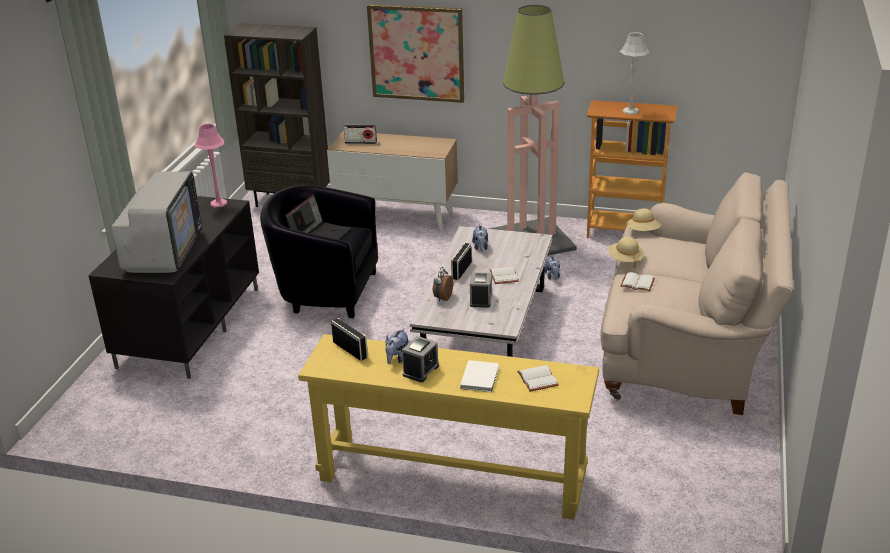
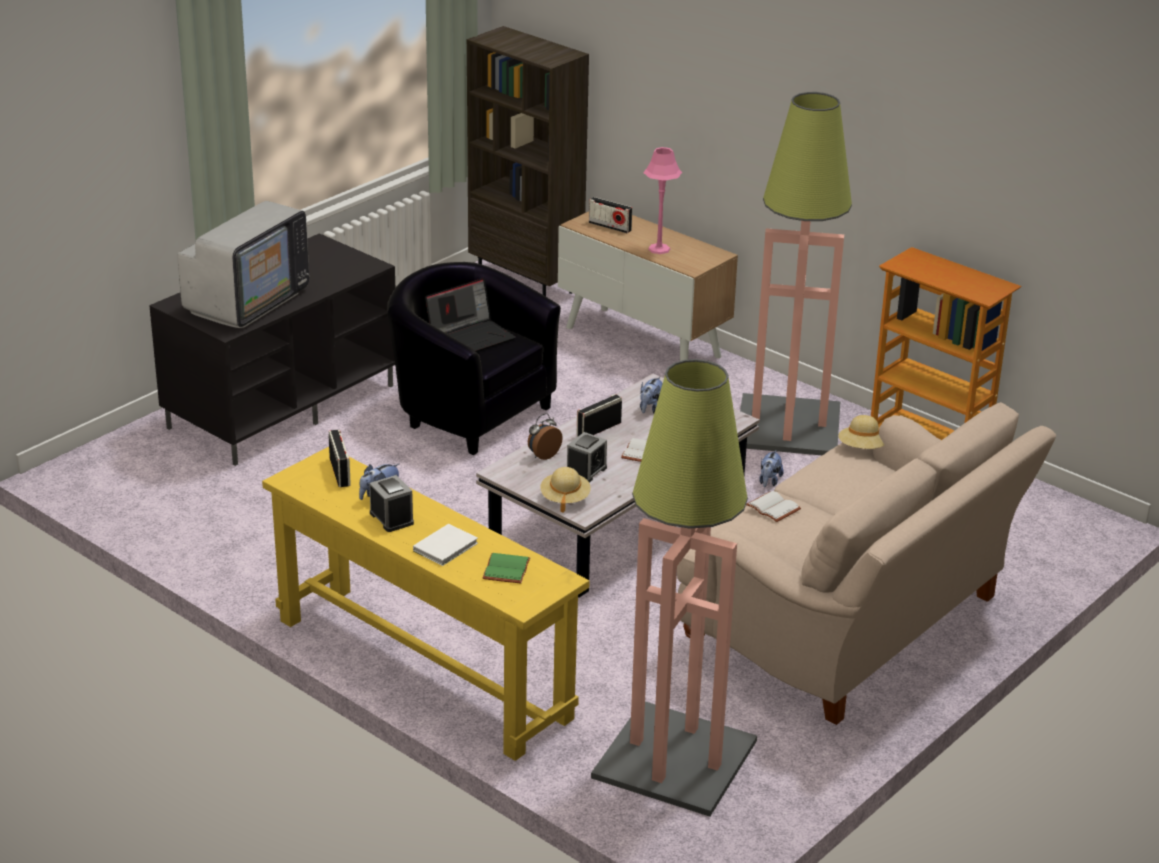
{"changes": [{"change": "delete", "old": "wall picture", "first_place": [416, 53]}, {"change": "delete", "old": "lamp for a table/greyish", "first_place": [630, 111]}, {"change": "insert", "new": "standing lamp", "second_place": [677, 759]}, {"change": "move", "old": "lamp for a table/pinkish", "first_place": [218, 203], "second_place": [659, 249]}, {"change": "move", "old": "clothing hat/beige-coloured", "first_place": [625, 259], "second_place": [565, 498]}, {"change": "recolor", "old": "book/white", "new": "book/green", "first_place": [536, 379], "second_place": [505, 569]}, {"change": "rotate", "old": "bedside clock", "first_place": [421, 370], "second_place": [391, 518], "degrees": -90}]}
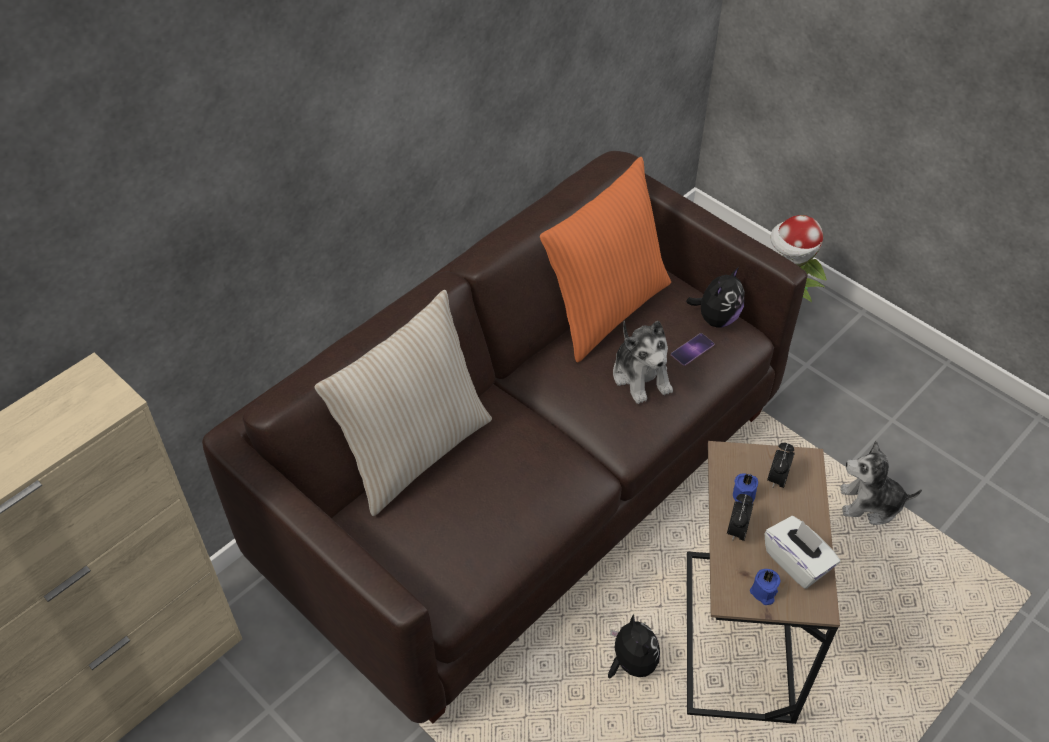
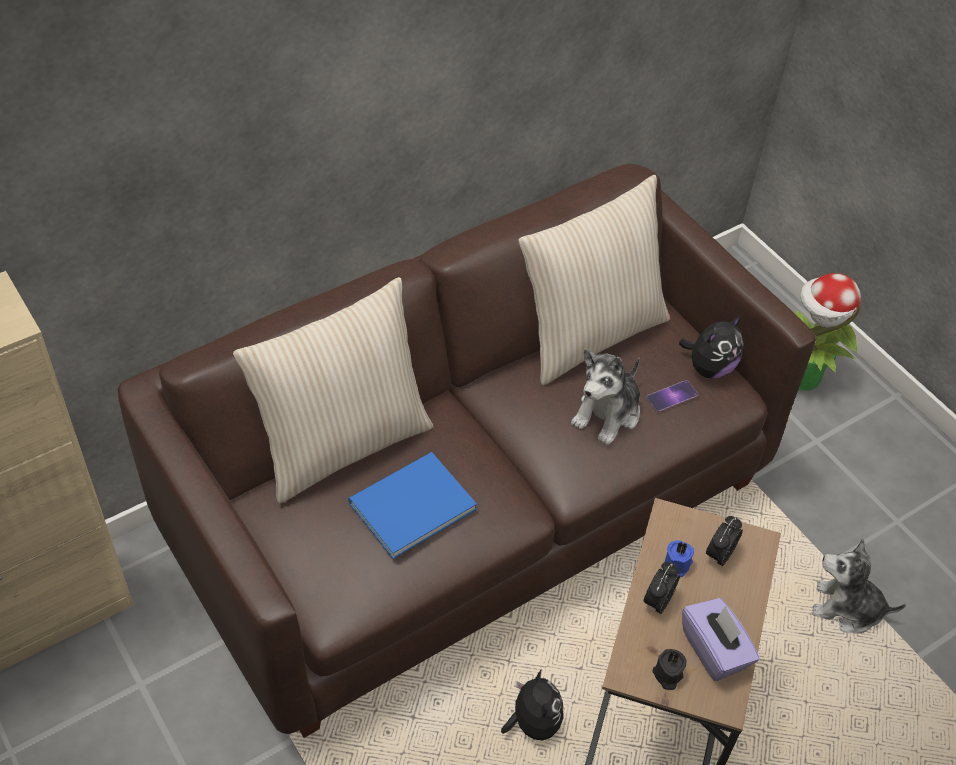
{"changes": [{"change": "insert", "new": "book/blue-coloured", "second_place": [408, 505]}, {"change": "recolor", "old": "cushion/orange", "new": "cushion/beige-coloured", "first_place": [605, 309], "second_place": [589, 334]}, {"change": "recolor", "old": "wax light/blue-coloured", "new": "wax light/black", "first_place": [763, 593], "second_place": [667, 675]}, {"change": "recolor", "old": "tissue holder/white", "new": "tissue holder/purplish", "first_place": [797, 562], "second_place": [715, 650]}, {"change": "rotate", "old": "plush toy", "first_place": [641, 376], "second_place": [607, 414], "degrees": 45}]}
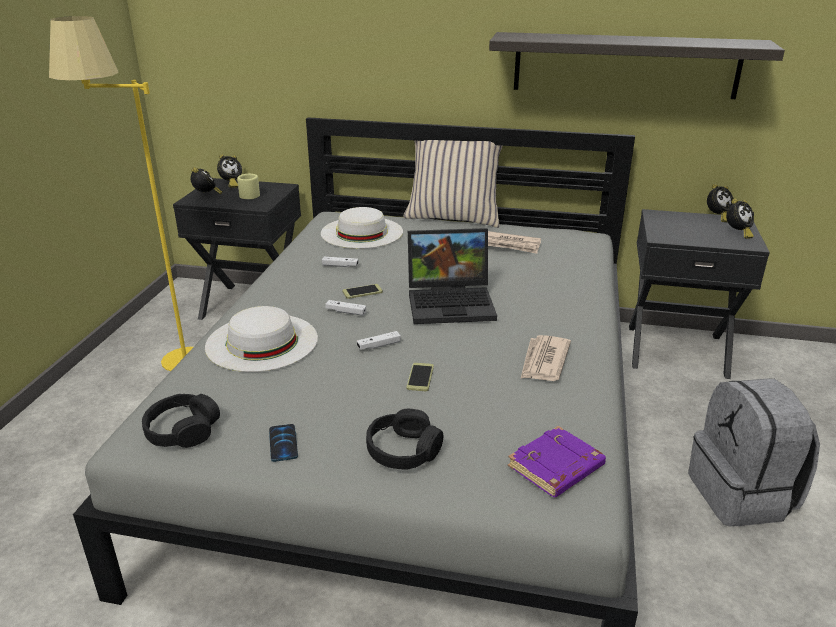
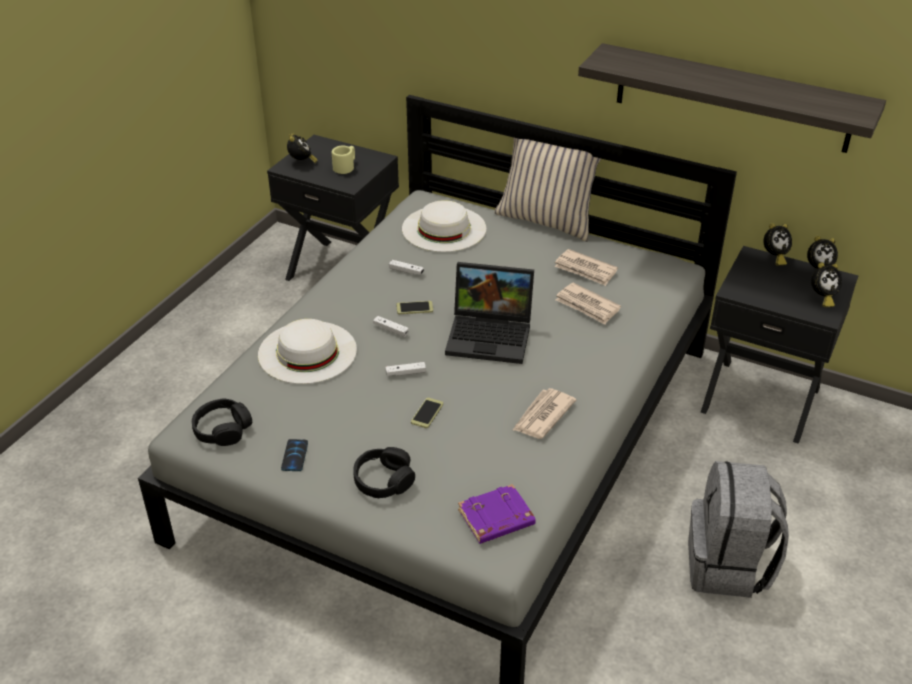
{"changes": [{"change": "delete", "old": "standing lamp/yellow-coloured", "first_place": [167, 368]}, {"change": "insert", "new": "newspaper", "second_place": [587, 306]}, {"change": "move", "old": "bedside clock", "first_place": [231, 184], "second_place": [774, 257]}]}
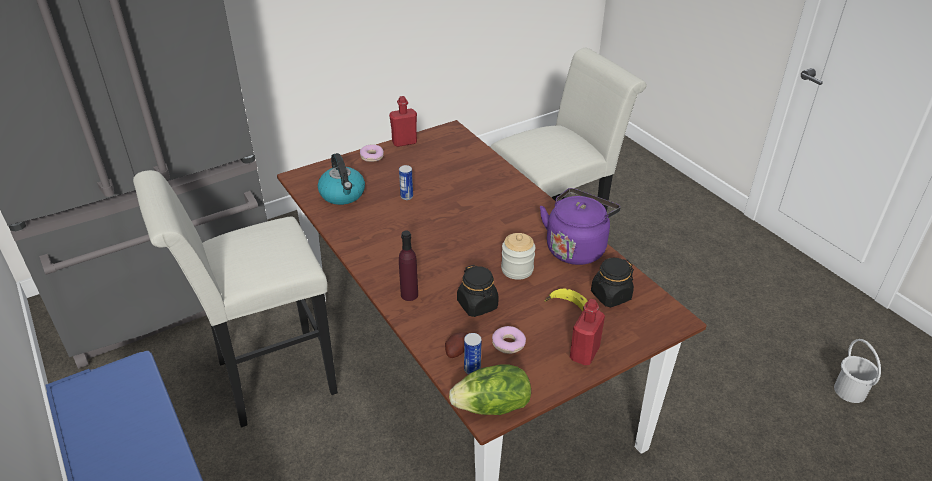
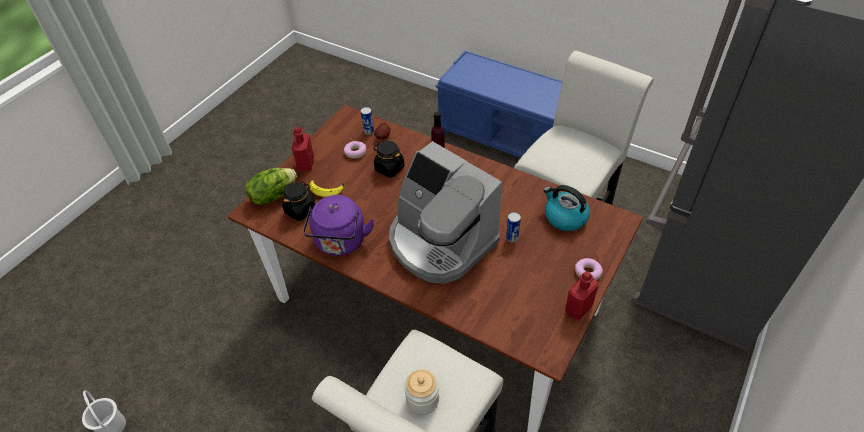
{"changes": [{"change": "insert", "new": "coffee machine", "second_place": [440, 242]}, {"change": "move", "old": "lettuce", "first_place": [492, 407], "second_place": [273, 195]}, {"change": "move", "old": "jar", "first_place": [517, 269], "second_place": [422, 400]}]}
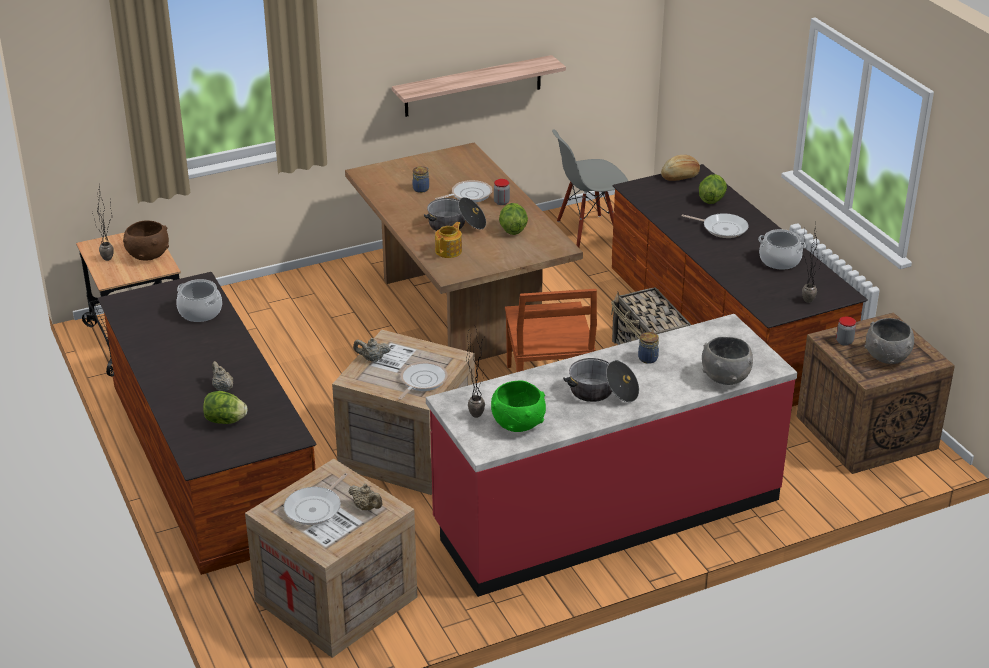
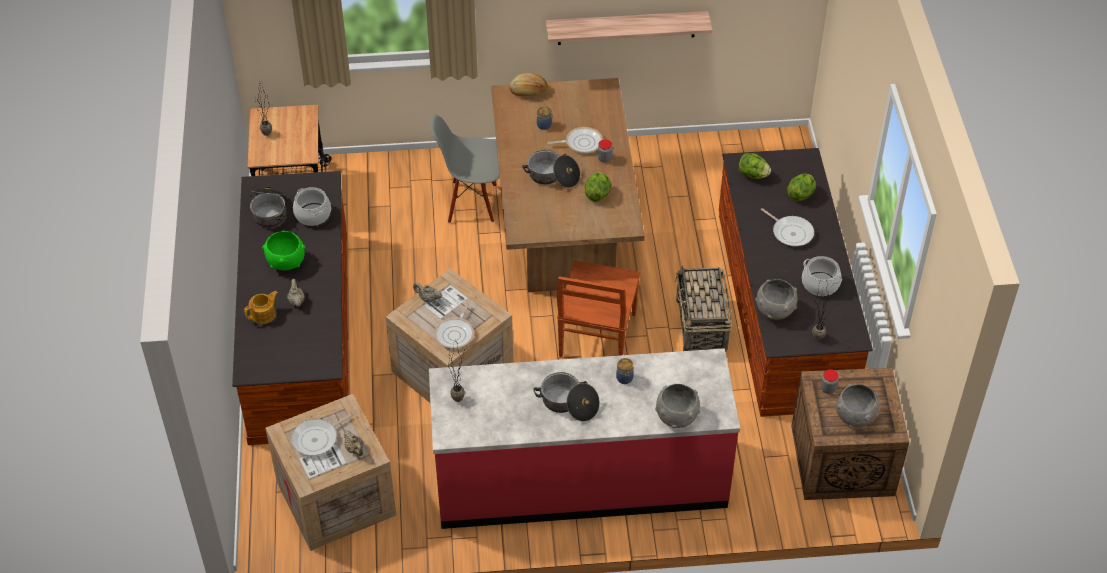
{"changes": [{"change": "delete", "old": "serving bowl/brown", "first_place": [148, 255]}, {"change": "insert", "new": "saucepot", "second_place": [269, 211]}, {"change": "insert", "new": "serving bowl/greyish", "second_place": [775, 310]}, {"change": "move", "old": "lettuce", "first_place": [225, 421], "second_place": [752, 175]}, {"change": "move", "old": "pot for tea", "first_place": [449, 251], "second_place": [264, 314]}, {"change": "move", "old": "serving bowl/green", "first_place": [518, 424], "second_place": [286, 262]}, {"change": "move", "old": "plain chair/greyish", "first_place": [587, 232], "second_place": [472, 203]}, {"change": "move", "old": "baked bread", "first_place": [680, 176], "second_place": [528, 91]}, {"change": "rotate", "old": "pan", "first_place": [421, 381], "second_place": [455, 333], "degrees": 150}]}
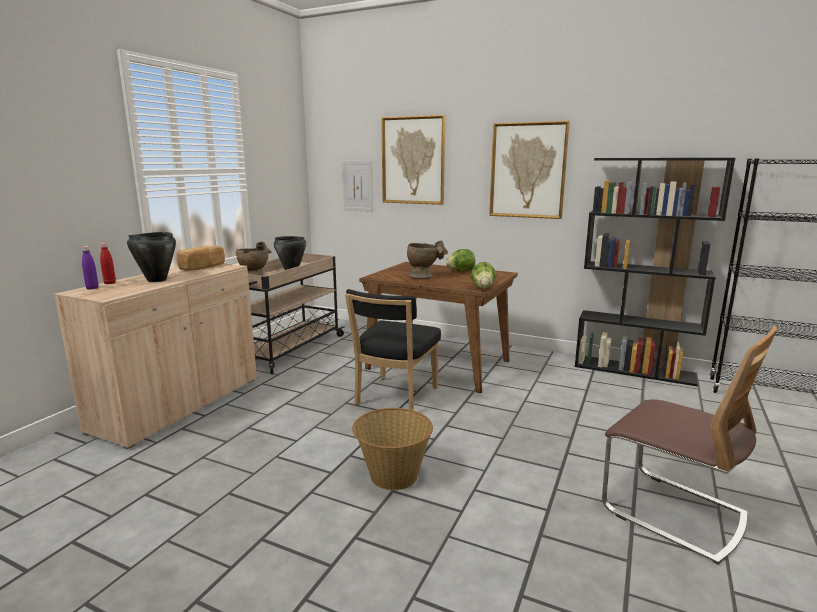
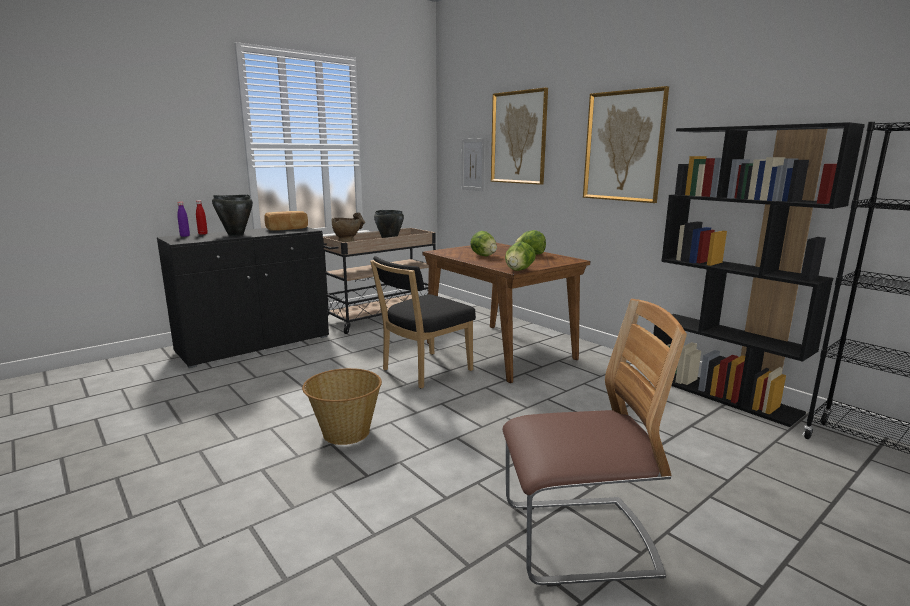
{"changes": [{"change": "replace", "old": "vase/beige-coloured", "new": "lettuce", "first_place": [425, 277], "second_place": [483, 256]}, {"change": "recolor", "old": "cabinet/beige-coloured", "new": "cabinet/black", "first_place": [179, 404], "second_place": [255, 344]}, {"change": "rotate", "old": "plain chair", "first_place": [673, 512], "second_place": [578, 540], "degrees": -75}]}
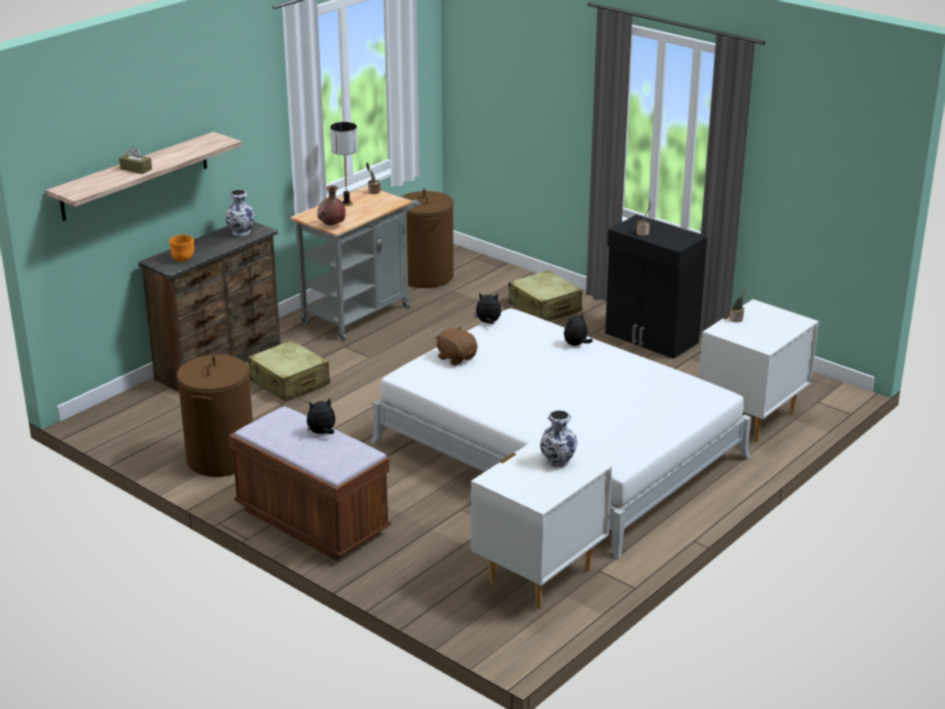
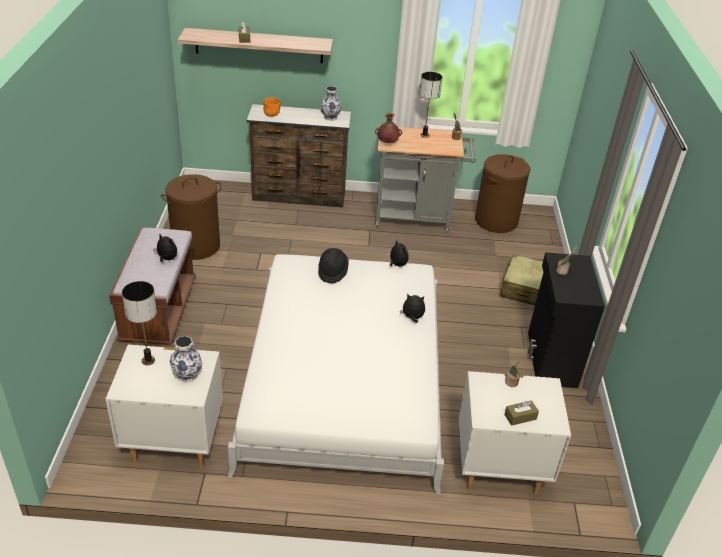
{"changes": [{"change": "delete", "old": "piece of luggage/beige-coloured", "first_place": [289, 382]}, {"change": "insert", "new": "lamp for a table", "second_place": [148, 361]}, {"change": "insert", "new": "tissue holder/brown", "second_place": [520, 417]}, {"change": "replace", "old": "plush toy/brown", "new": "clothing hat/black", "first_place": [456, 358], "second_place": [332, 272]}]}
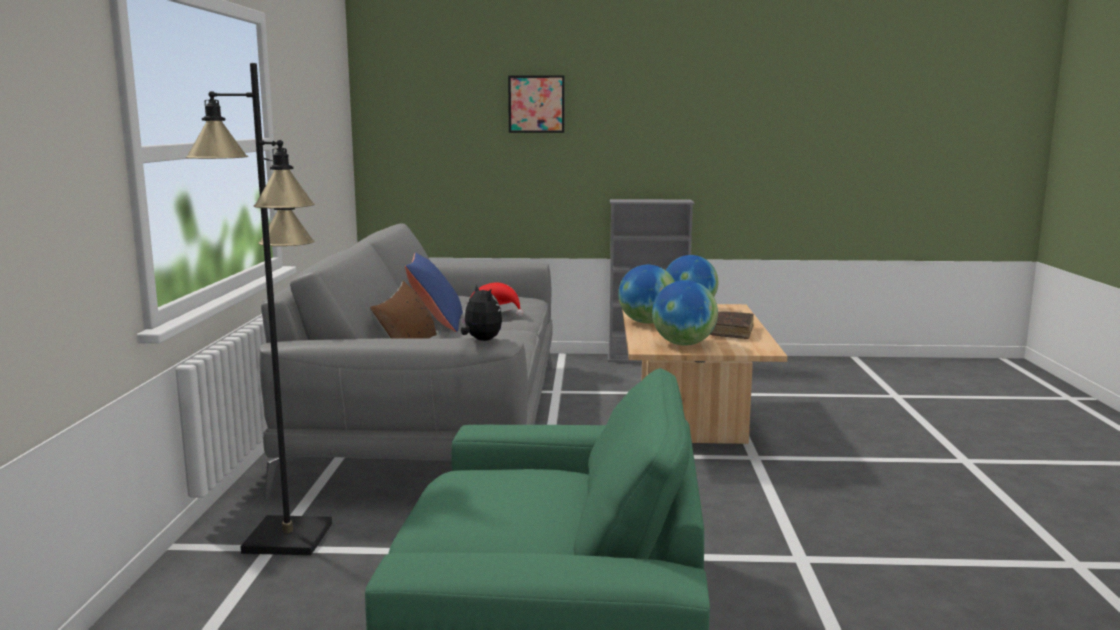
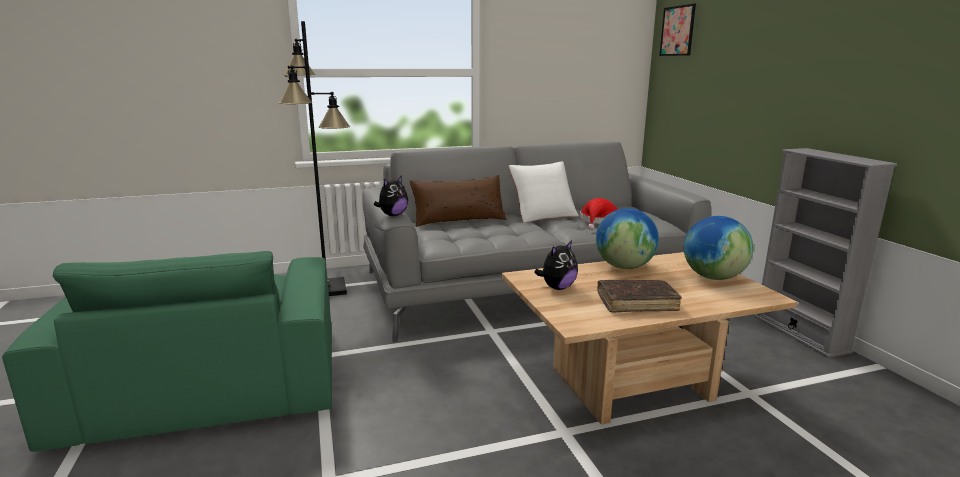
{"changes": [{"change": "move", "old": "wall picture", "first_place": [536, 104], "second_place": [677, 31]}, {"change": "replace", "old": "desk globe", "new": "plush toy", "first_place": [683, 344], "second_place": [557, 287]}, {"change": "recolor", "old": "cushion/blue-coloured", "new": "cushion/white", "first_place": [436, 323], "second_place": [542, 215]}]}
